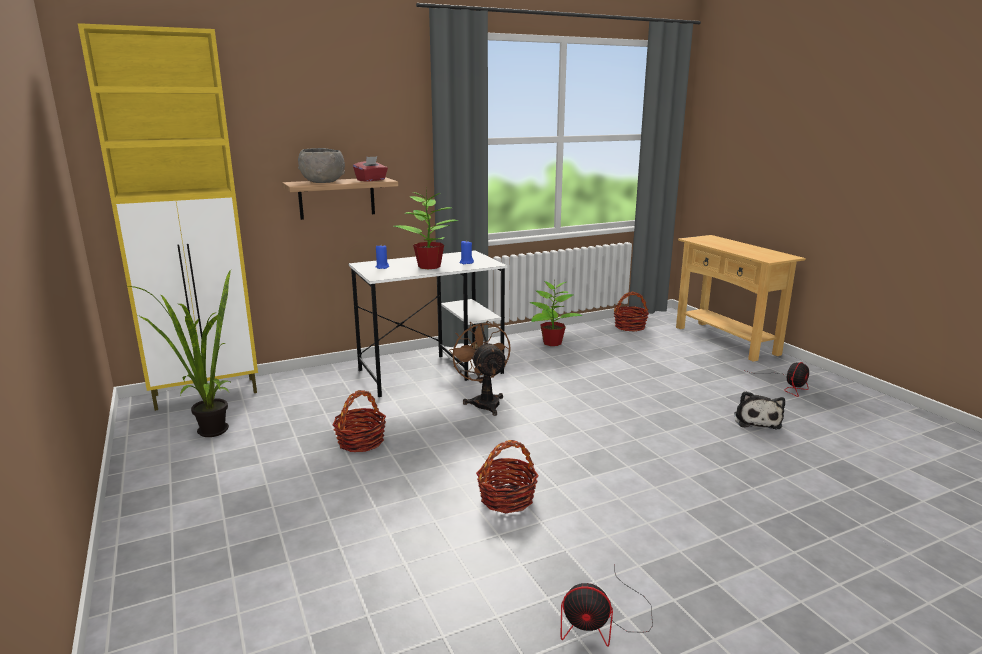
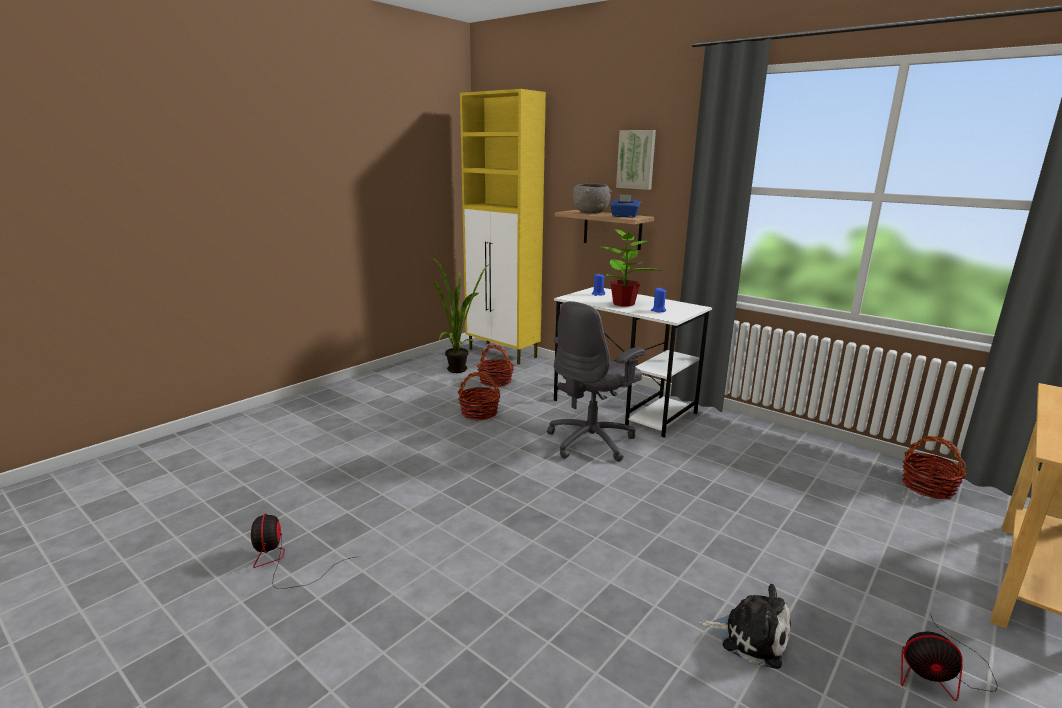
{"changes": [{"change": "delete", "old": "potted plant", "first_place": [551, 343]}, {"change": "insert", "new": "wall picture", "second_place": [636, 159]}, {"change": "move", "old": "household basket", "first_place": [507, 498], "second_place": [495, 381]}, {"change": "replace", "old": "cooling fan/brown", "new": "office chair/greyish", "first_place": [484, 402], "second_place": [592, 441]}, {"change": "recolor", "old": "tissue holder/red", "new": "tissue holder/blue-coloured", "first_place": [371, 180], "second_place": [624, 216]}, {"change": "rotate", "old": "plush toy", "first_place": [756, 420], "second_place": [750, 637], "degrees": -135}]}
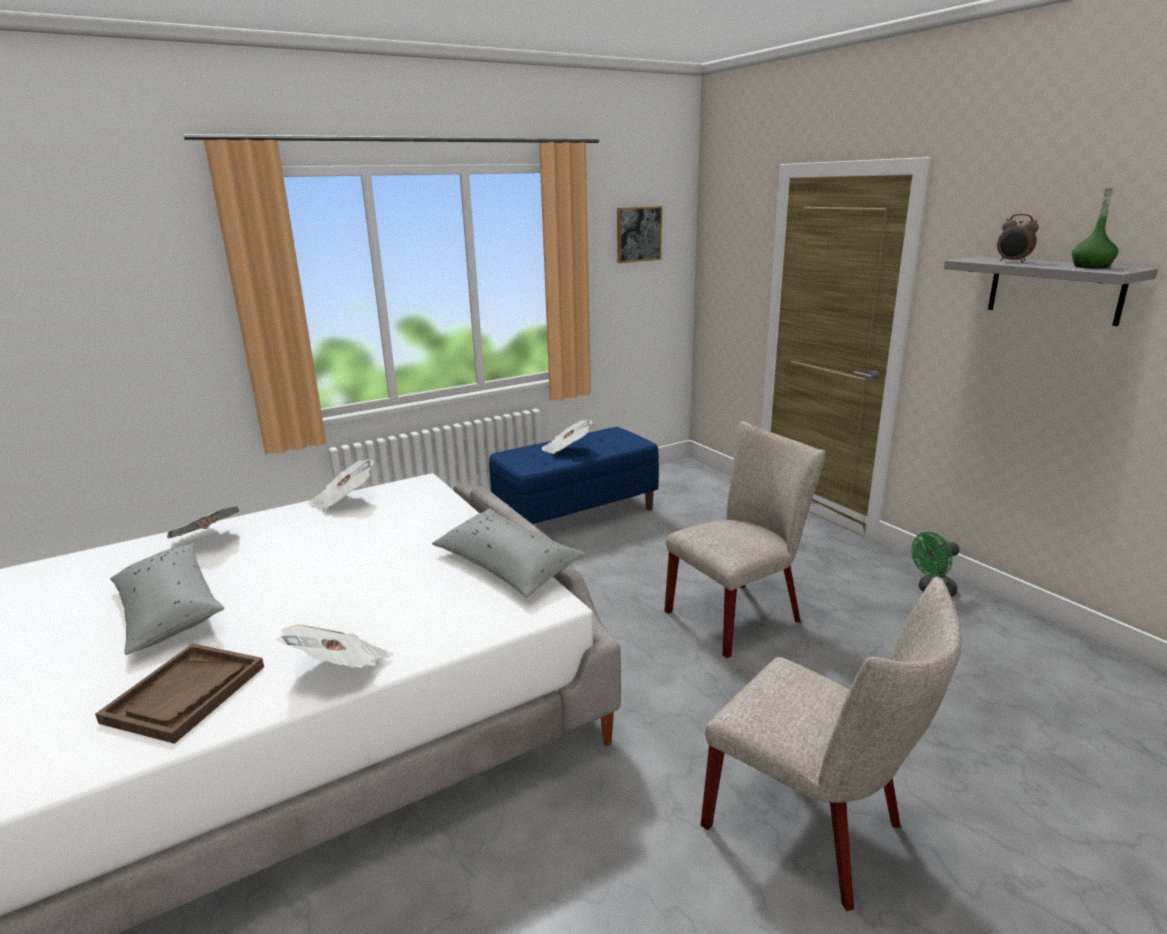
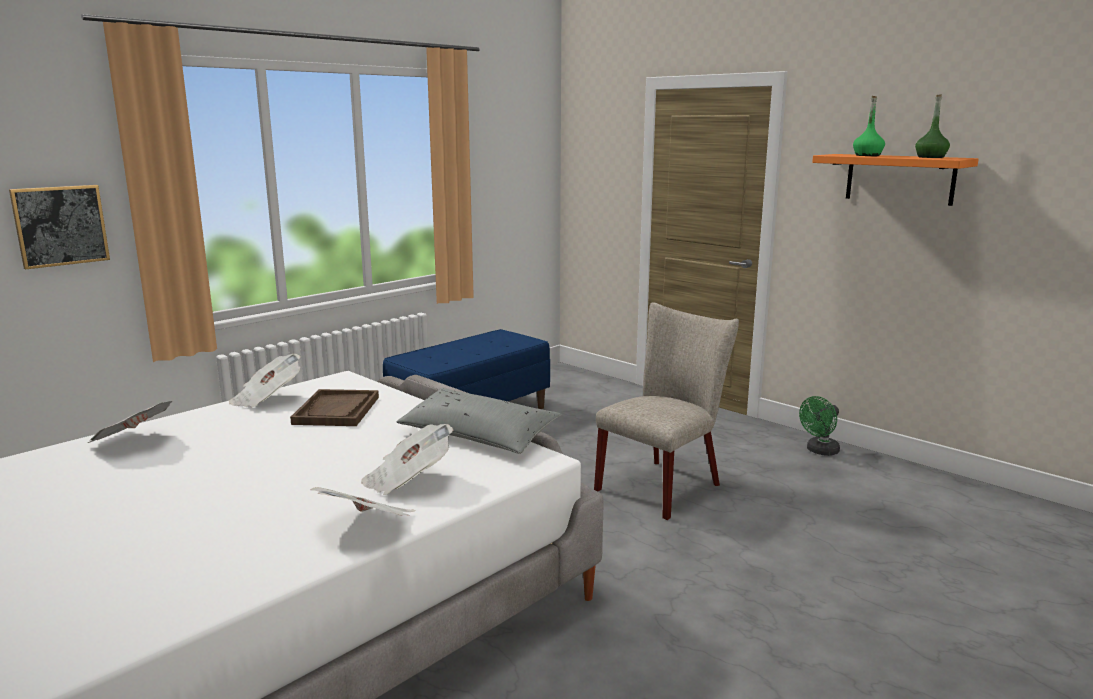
{"changes": [{"change": "delete", "old": "cushion/greyish", "first_place": [168, 610]}, {"change": "delete", "old": "plain chair/beige-coloured", "first_place": [814, 829]}, {"change": "move", "old": "carrying tray/brown", "first_place": [185, 694], "second_place": [337, 410]}, {"change": "move", "old": "newspaper", "first_place": [566, 449], "second_place": [408, 481]}, {"change": "move", "old": "wall picture", "first_place": [638, 234], "second_place": [60, 225]}, {"change": "replace", "old": "bedside clock", "new": "drink bottle/green", "first_place": [1013, 261], "second_place": [867, 155]}, {"change": "recolor", "old": "bracket shelf/greyish", "new": "bracket shelf/orange", "first_place": [1054, 289], "second_place": [899, 179]}]}
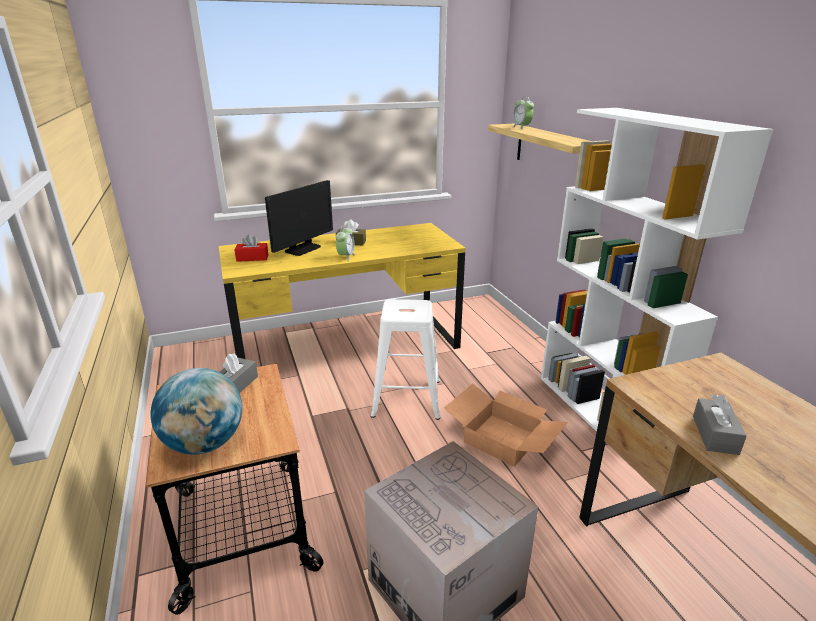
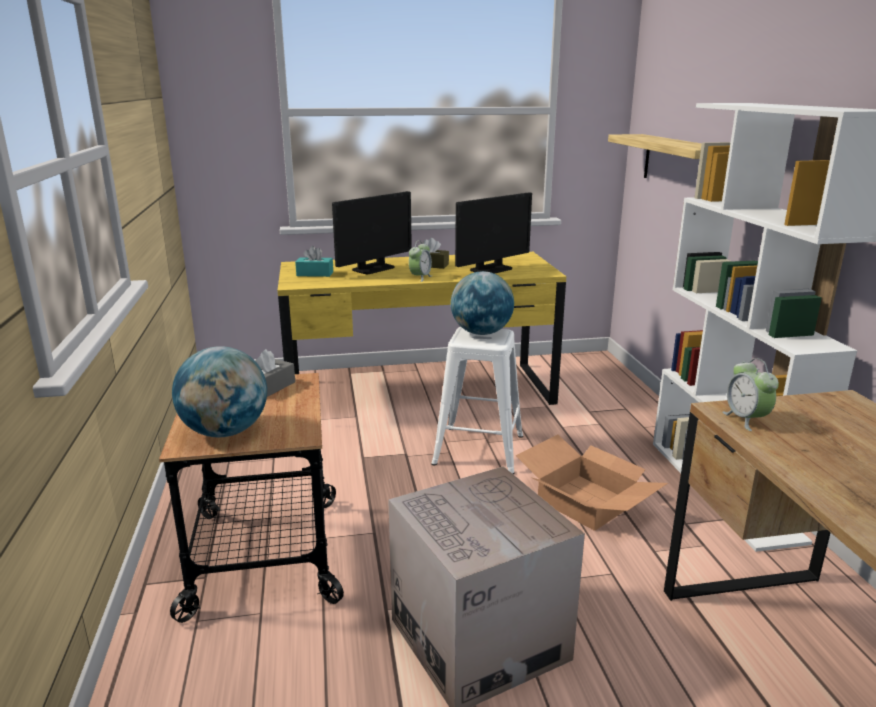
{"changes": [{"change": "delete", "old": "tissue holder/greyish", "first_place": [715, 435]}, {"change": "insert", "new": "desk globe", "second_place": [481, 333]}, {"change": "insert", "new": "computer screen", "second_place": [491, 269]}, {"change": "move", "old": "bedside clock", "first_place": [521, 127], "second_place": [746, 420]}, {"change": "recolor", "old": "tissue holder/red", "new": "tissue holder/turquoise", "first_place": [252, 258], "second_place": [315, 274]}]}
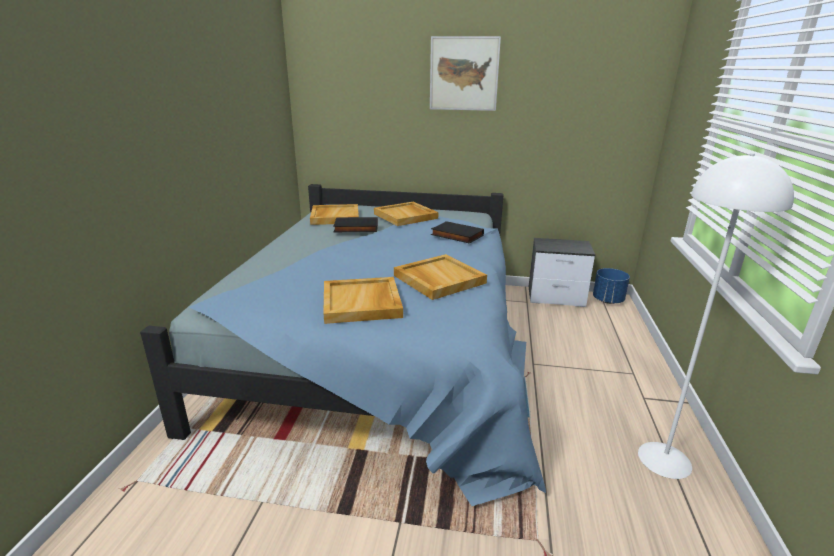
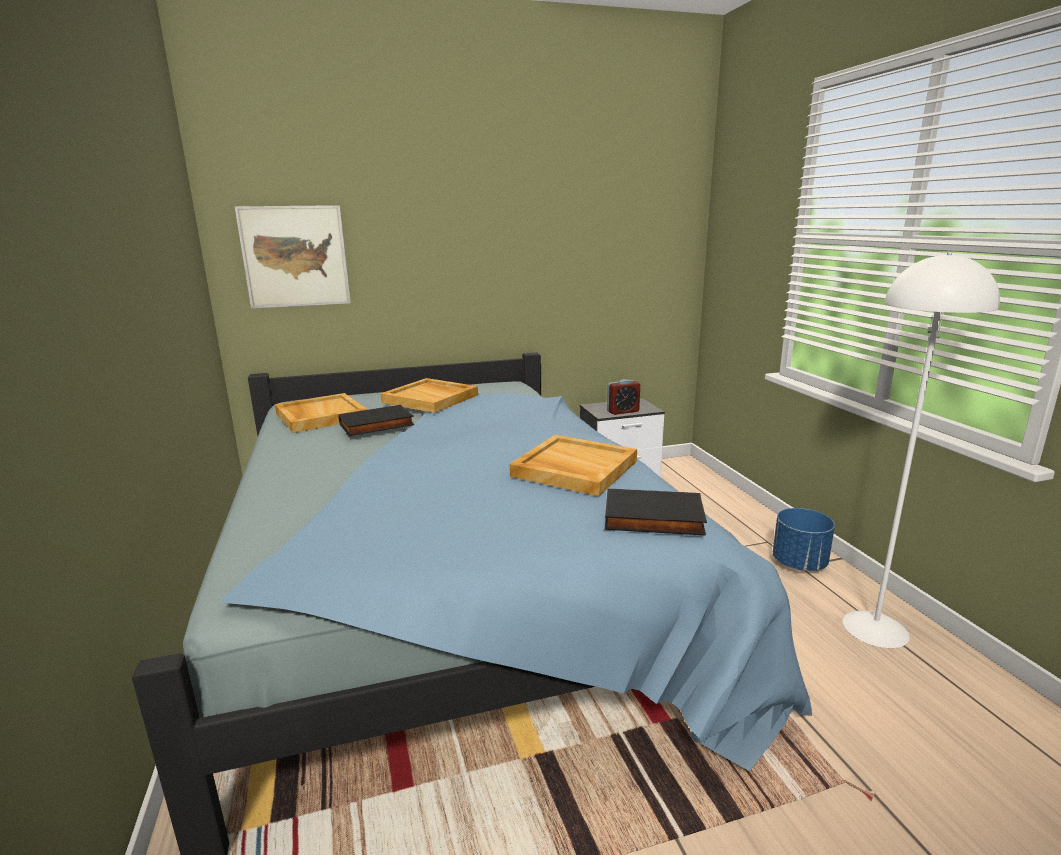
{"changes": [{"change": "delete", "old": "carrying tray/beige-coloured", "first_place": [362, 303]}, {"change": "insert", "new": "bedside clock", "second_place": [622, 411]}, {"change": "move", "old": "wall picture", "first_place": [464, 74], "second_place": [295, 256]}, {"change": "move", "old": "book/black", "first_place": [456, 235], "second_place": [652, 519]}, {"change": "move", "old": "plant pot/blue-coloured", "first_place": [607, 300], "second_place": [798, 563]}]}
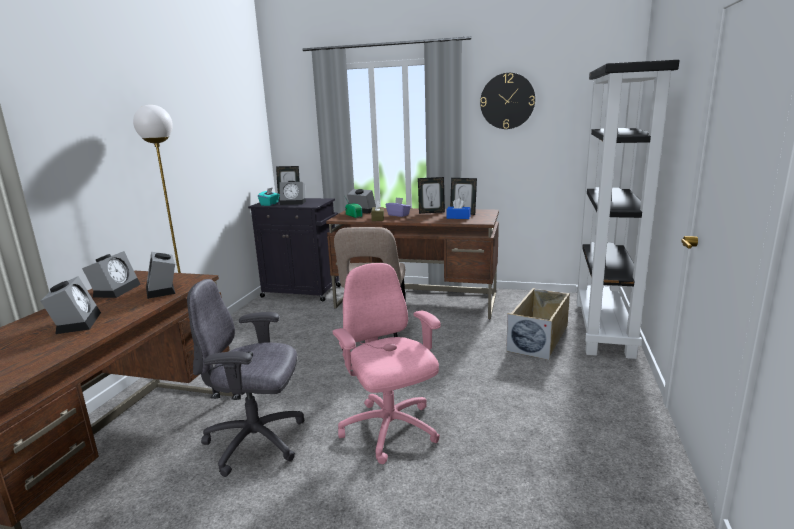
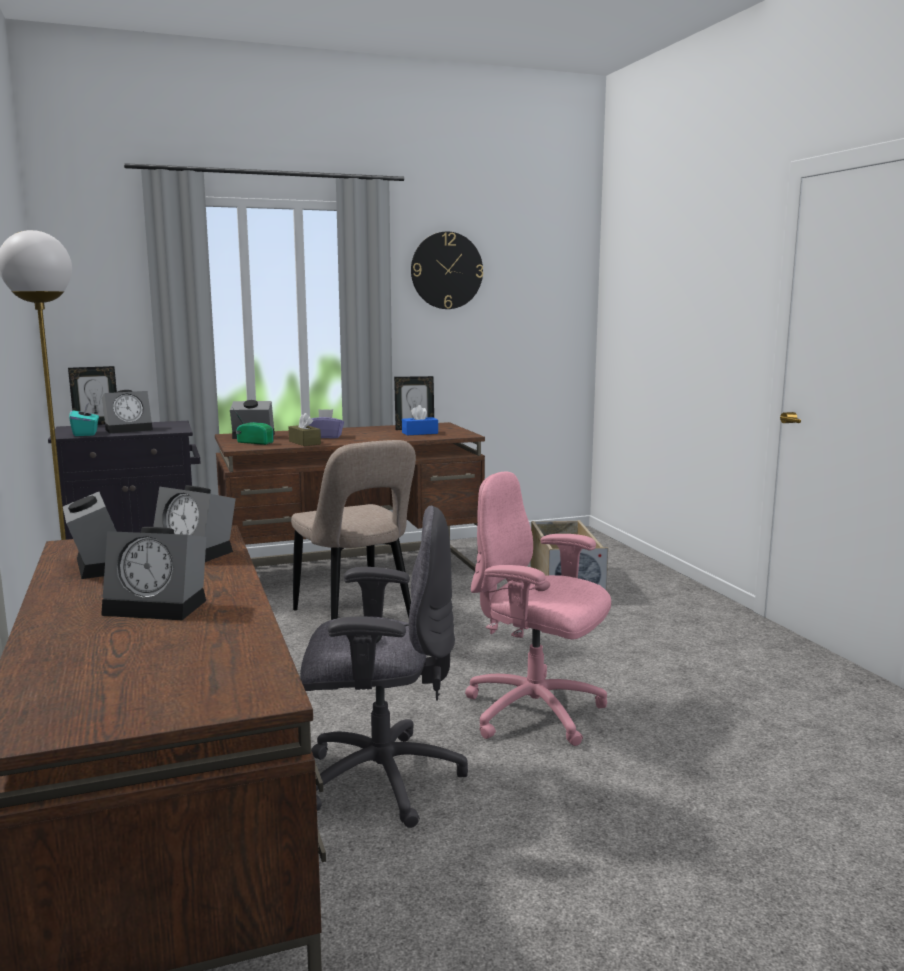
{"changes": [{"change": "delete", "old": "standing frame", "first_place": [431, 212]}, {"change": "delete", "old": "shelving unit/black", "first_place": [604, 328]}, {"change": "rotate", "old": "bedside clock", "first_place": [76, 322], "second_place": [160, 606], "degrees": 150}, {"change": "rotate", "old": "office chair/greyish", "first_place": [257, 442], "second_place": [379, 779], "degrees": -150}]}
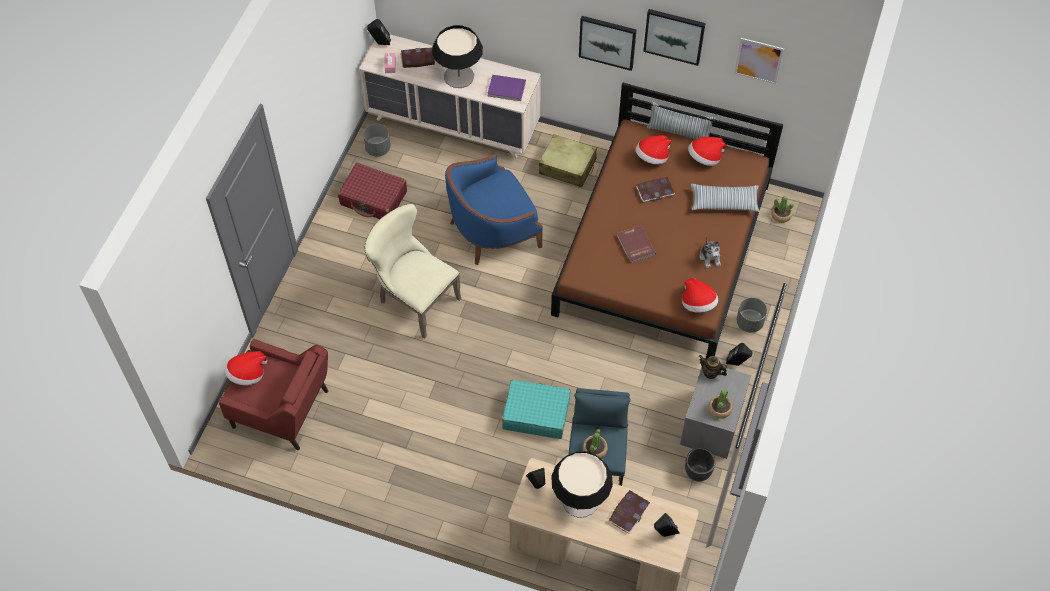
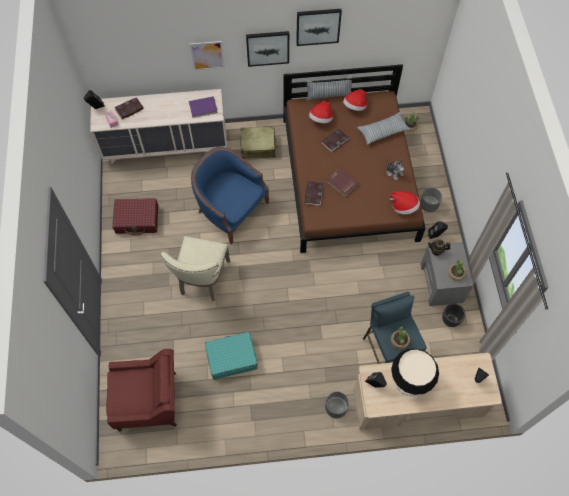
{"changes": [{"change": "delete", "old": "clothing hat", "first_place": [247, 374]}, {"change": "delete", "old": "lamp for a table", "first_place": [458, 76]}, {"change": "move", "old": "plant pot/greyish", "first_place": [378, 148], "second_place": [336, 408]}, {"change": "move", "old": "piece of luggage/turquoise", "first_place": [536, 414], "second_place": [231, 358]}, {"change": "move", "old": "book", "first_place": [628, 512], "second_place": [313, 194]}, {"change": "move", "old": "wall picture", "first_place": [758, 60], "second_place": [207, 55]}, {"change": "rotate", "old": "plain chair/beige-coloured", "first_place": [414, 300], "second_place": [202, 280], "degrees": -90}, {"change": "rotate", "old": "lounge chair/blue-coloured", "first_place": [492, 230], "second_place": [231, 210], "degrees": 90}]}
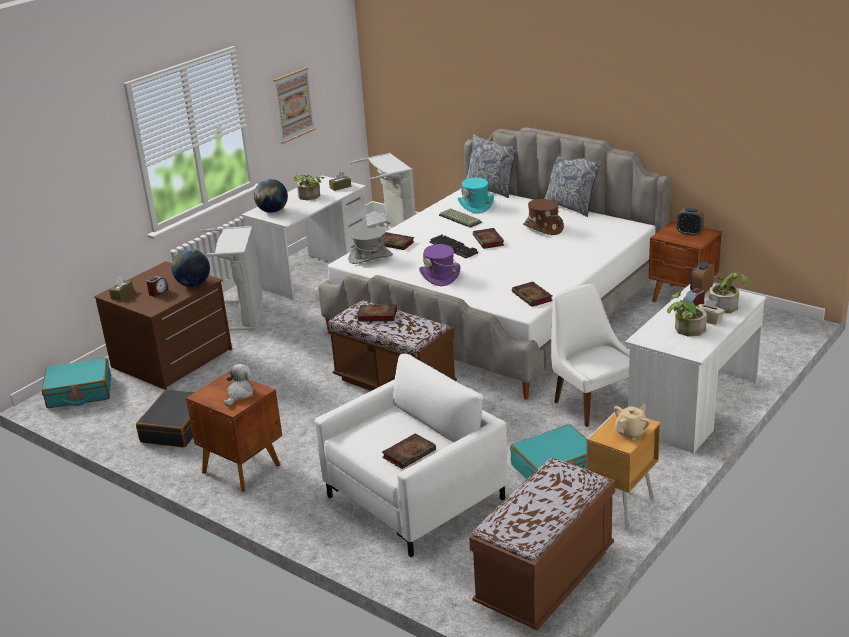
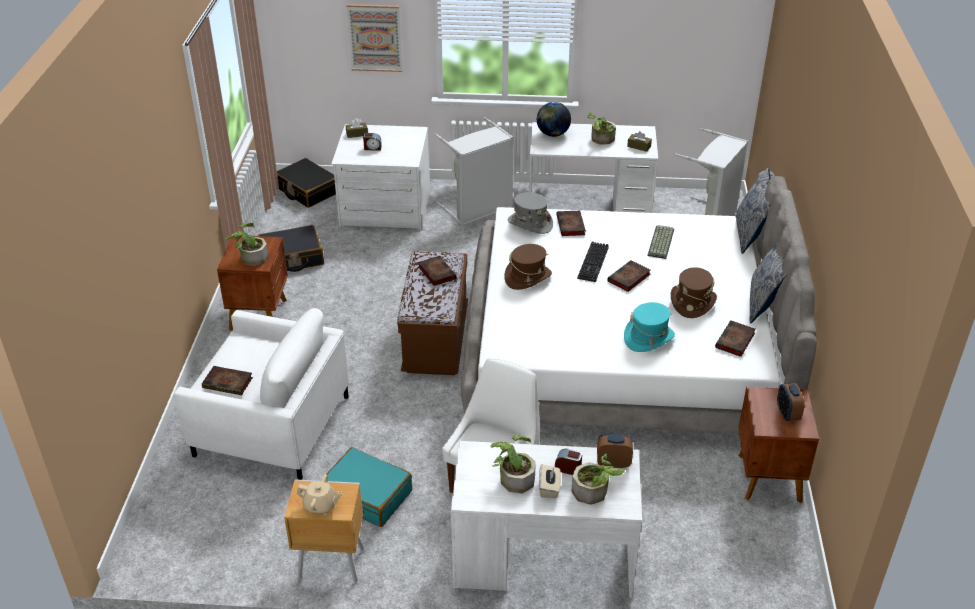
{"changes": [{"change": "delete", "old": "desk globe", "first_place": [193, 284]}, {"change": "delete", "old": "bench/brown", "first_place": [545, 578]}, {"change": "move", "old": "wall picture", "first_place": [293, 105], "second_place": [375, 37]}, {"change": "move", "old": "clothing hat/turquoise", "first_place": [476, 205], "second_place": [648, 338]}, {"change": "move", "old": "book", "first_place": [533, 297], "second_place": [735, 341]}, {"change": "replace", "old": "plush toy", "new": "potted plant", "first_place": [239, 394], "second_place": [250, 257]}, {"change": "recolor", "old": "piece of luggage/turquoise", "new": "piece of luggage/black", "first_place": [79, 392], "second_place": [307, 191]}, {"change": "recolor", "old": "chest of drawers/brown", "new": "chest of drawers/white", "first_place": [173, 359], "second_place": [385, 208]}, {"change": "recolor", "old": "clothing hat/purplish", "new": "clothing hat/brown", "first_place": [440, 276], "second_place": [528, 277]}]}
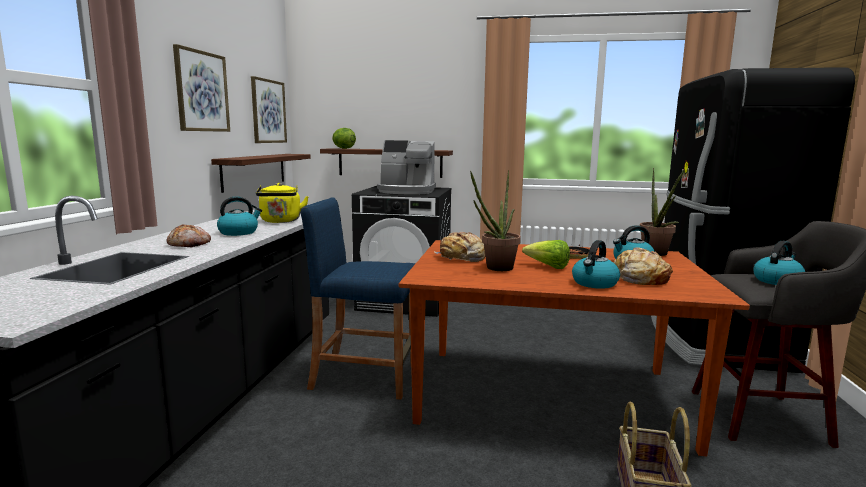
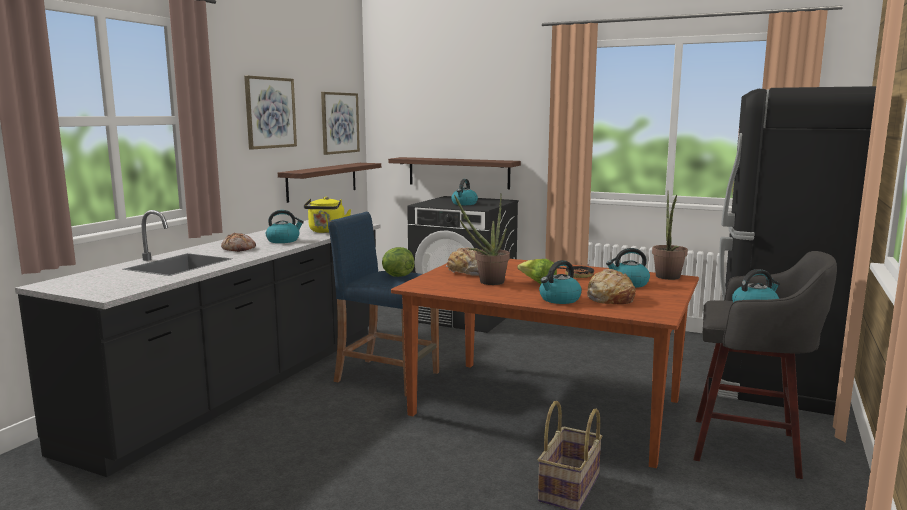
{"changes": [{"change": "move", "old": "lettuce", "first_place": [343, 148], "second_place": [397, 276]}, {"change": "replace", "old": "coffee machine", "new": "kettle", "first_place": [406, 191], "second_place": [464, 204]}]}
